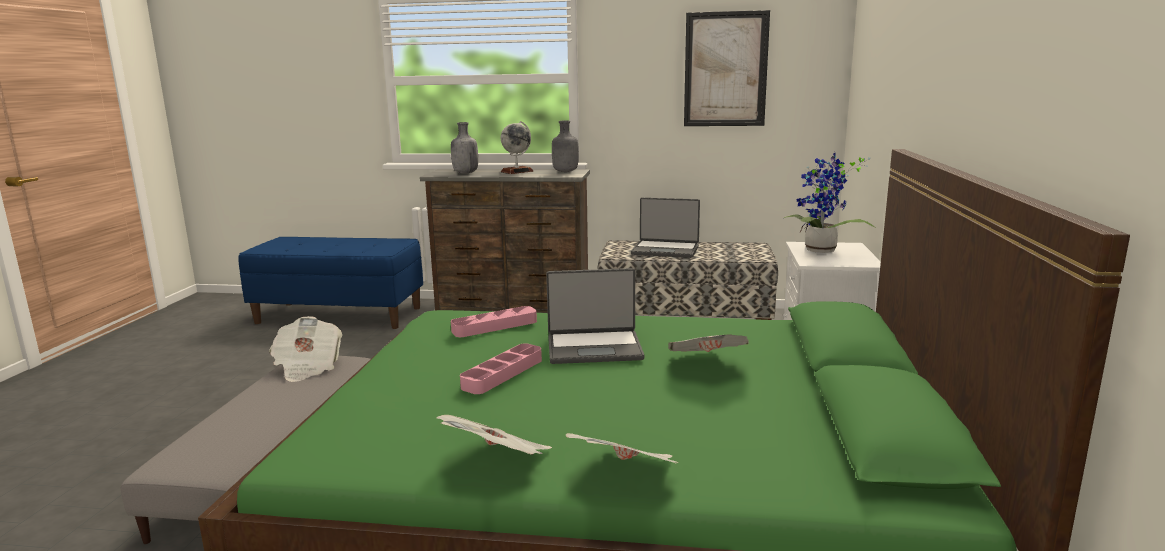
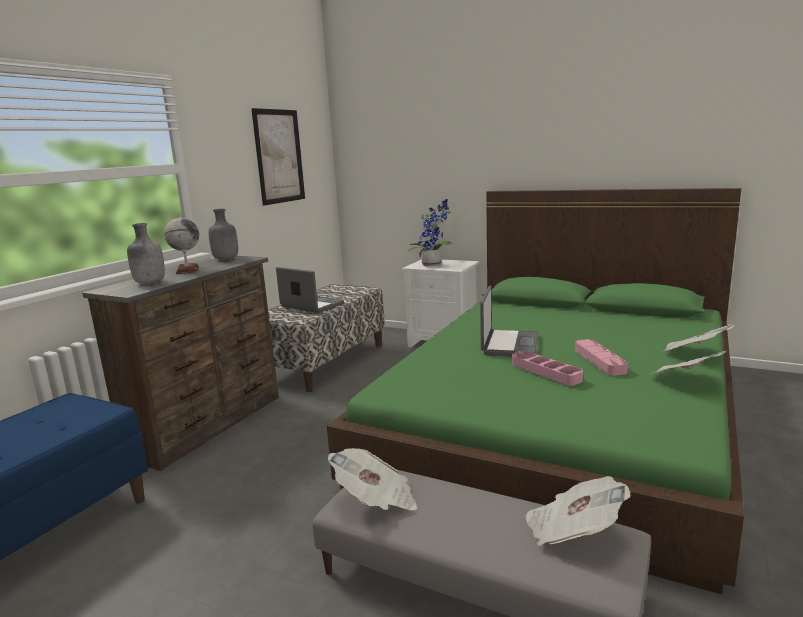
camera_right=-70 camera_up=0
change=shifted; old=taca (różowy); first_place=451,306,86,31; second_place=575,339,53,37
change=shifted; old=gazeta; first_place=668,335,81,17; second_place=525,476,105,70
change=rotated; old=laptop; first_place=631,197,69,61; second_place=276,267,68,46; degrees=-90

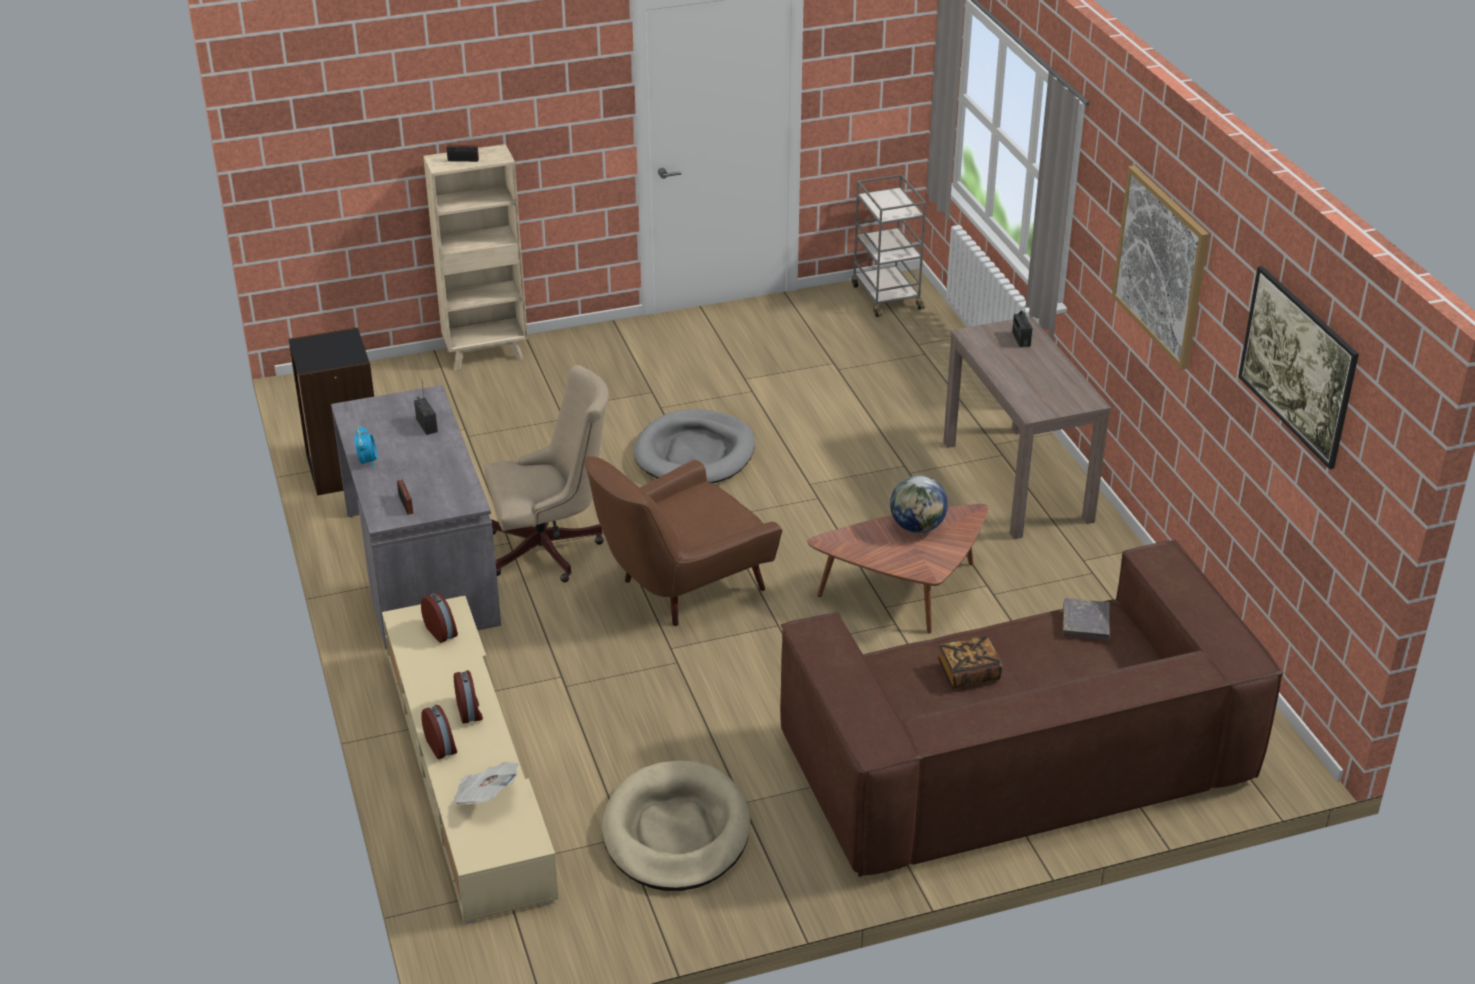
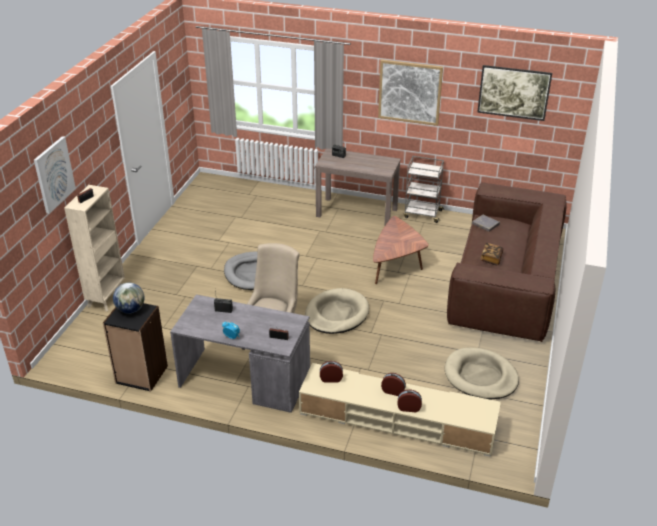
camera_right=-55 camera_up=0
change=gone; old=gazeta; first_place=451,762,68,43
change=new; new=obraz; second_place=34,136,42,78
change=shifted; old=wózek (szary); first_place=851,174,75,143; second_place=404,156,40,67
change=shifted; old=globus; first_place=890,475,58,58; second_place=113,282,31,32
change=swapped; old=fotel (brązowy); new=legowisko (beżowy); first_place=585,456,197,170; second_place=305,288,64,46

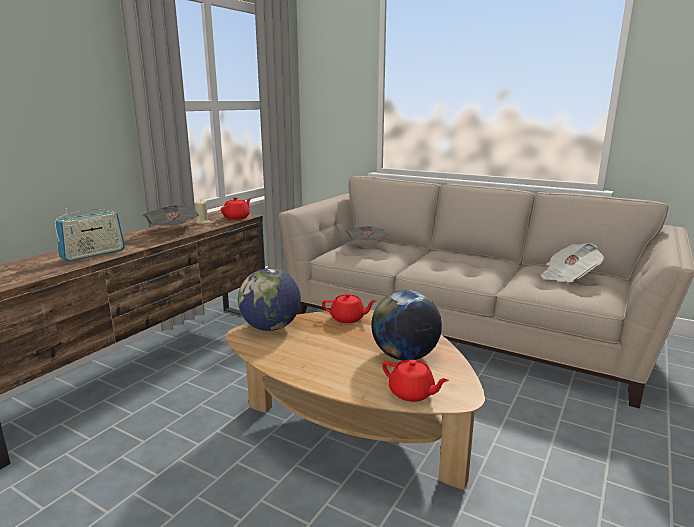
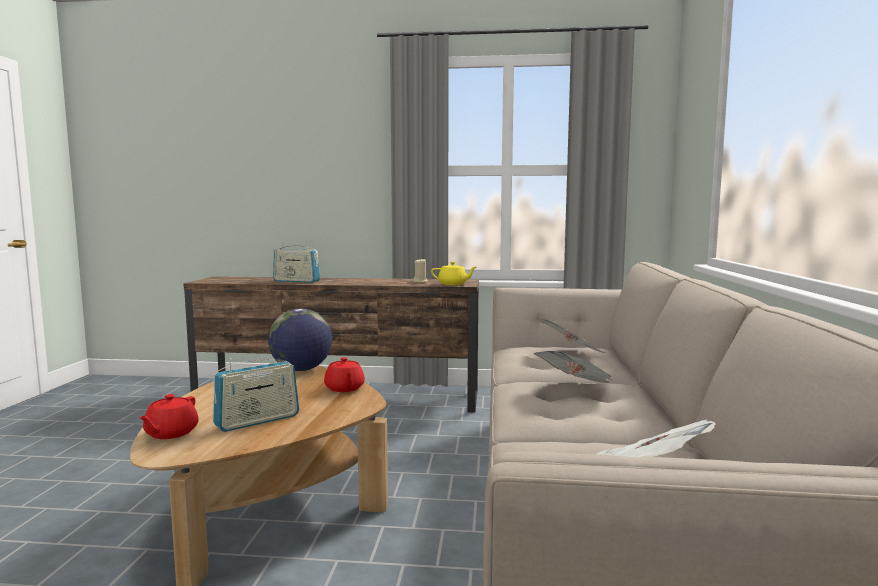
camera_right=65 camera_up=-10
change=shifted; old=gazeta; first_place=143,205,56,21; second_place=533,351,79,32
change=swapped; old=globus; new=radio; first_place=371,290,71,71; second_place=213,358,86,74
change=repainted; old=imbryk (czerwony); new=imbryk (żółty); first_place=221,197,30,23; second_place=431,262,46,23

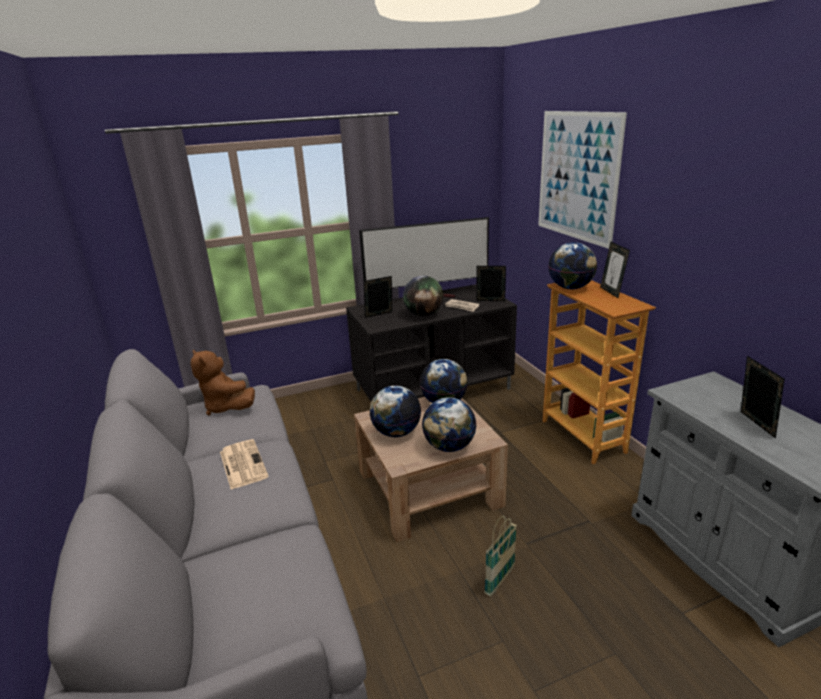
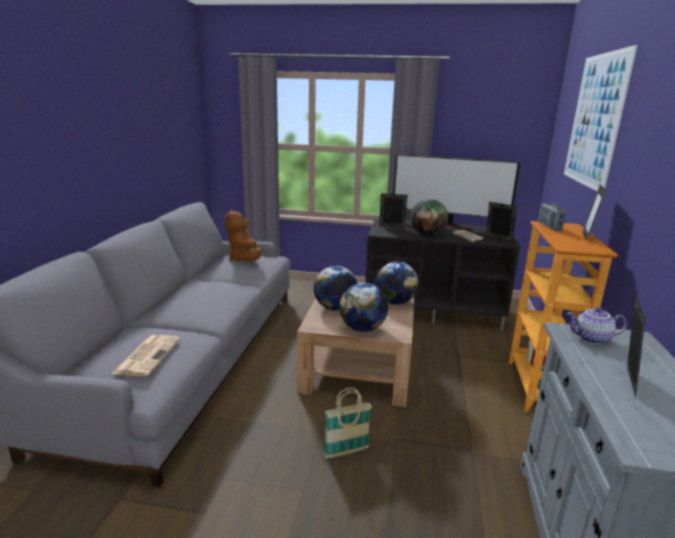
camera_right=30 camera_up=-5
change=new; new=imbryk; second_place=566,307,61,37
change=shifted; old=gazeta; first_place=220,439,49,50; second_place=111,335,69,41
change=swapped; old=globus; new=radio; first_place=549,242,48,47; second_place=538,203,28,28

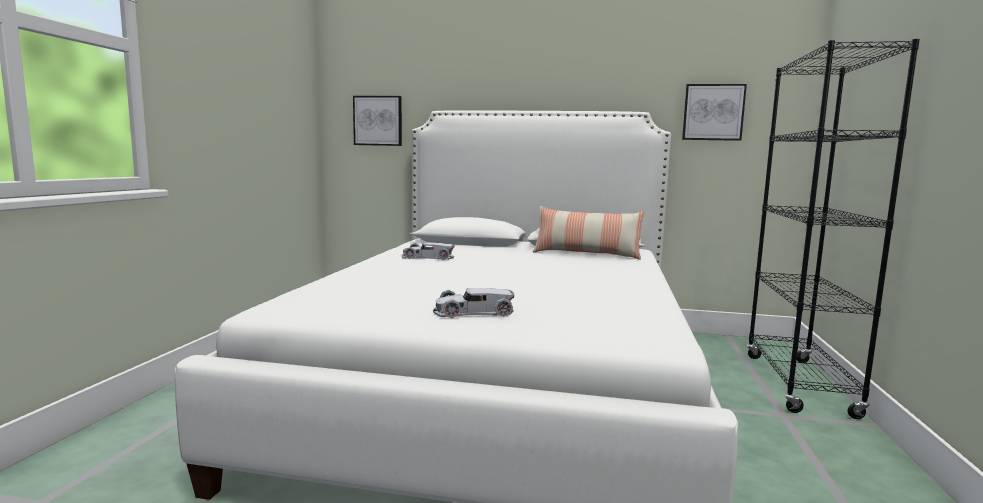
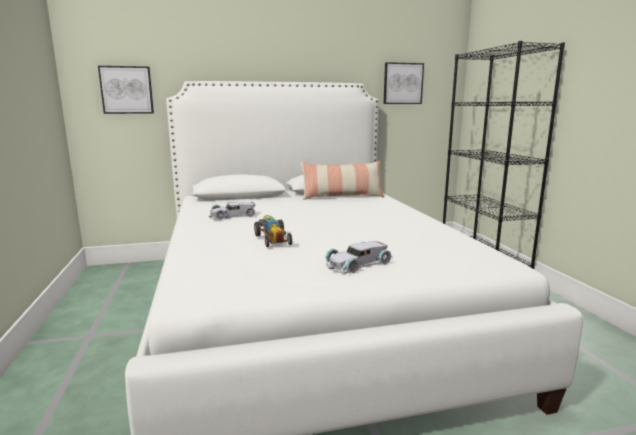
camera_right=-25 camera_up=5
change=new; new=samochodzik; second_place=254,215,38,32

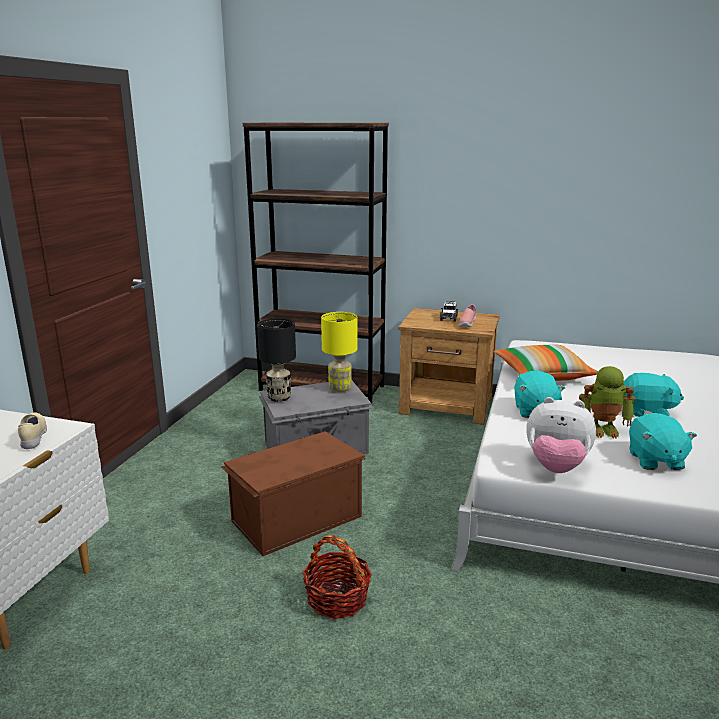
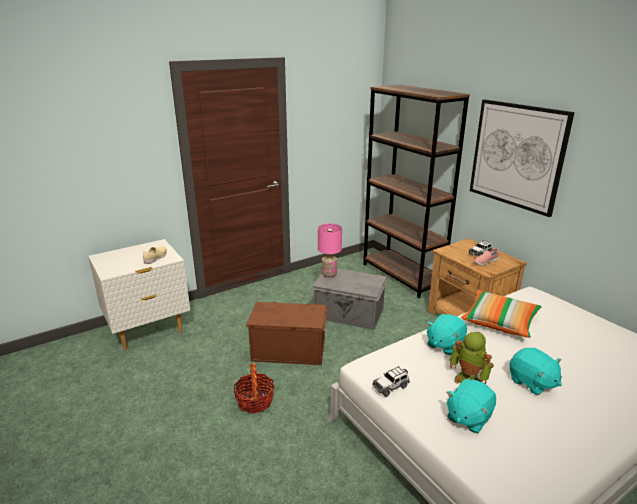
camera_right=40 camera_up=5
change=gone; old=lampa stołowa (żółty); first_place=321,312,37,80
change=new; new=obraz; second_place=470,99,105,118
change=swapped; old=pluszak; new=samochodzik; first_place=526,397,70,76; second_place=372,366,38,31
change=repainted; old=lampa stołowa (czarny); new=lampa stołowa (różowy); first_place=257,318,39,84; second_place=318,223,24,55

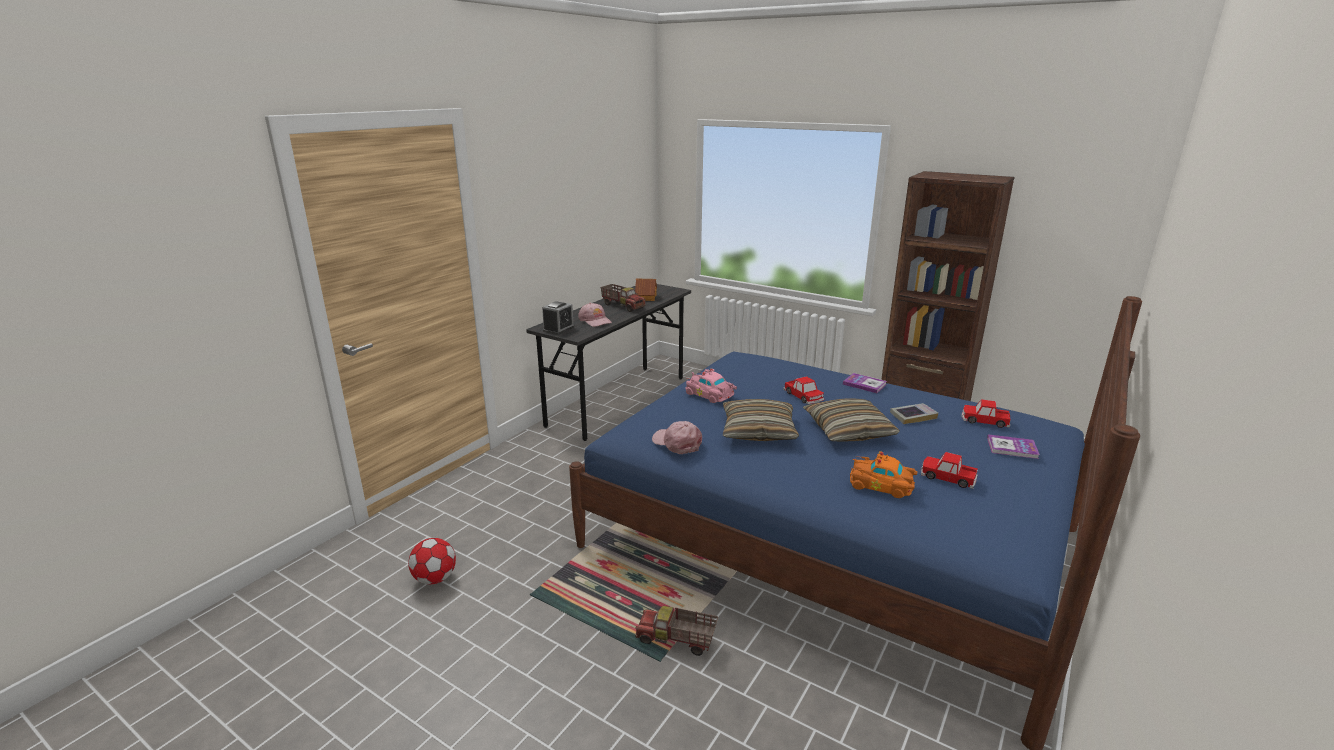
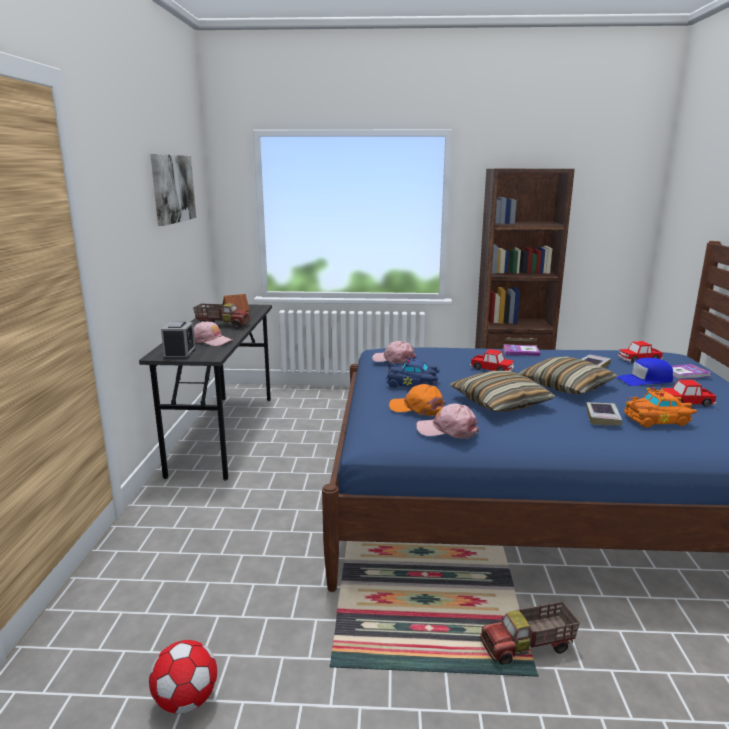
camera_right=-30 camera_up=-5
change=new; new=obraz; second_place=151,154,45,72
change=new; new=czapka z daszkiem (różowy); second_place=372,341,44,24
change=new; new=czapka z daszkiem (pomarańczowy); second_place=389,384,57,32
change=new; new=książka; second_place=586,402,36,23
change=new; new=czapka z daszkiem (niebieski); second_place=616,358,57,28
change=repainted; old=samochodzik (różowy); new=samochodzik (niebieski); first_place=685,369,52,34; second_place=386,356,53,32

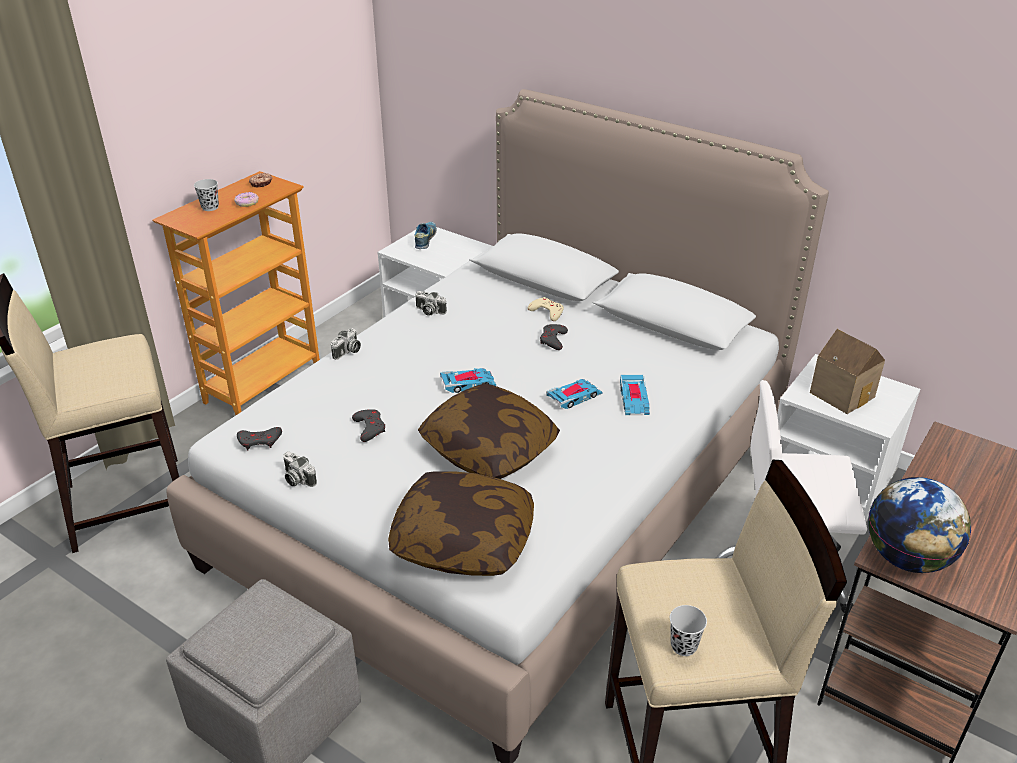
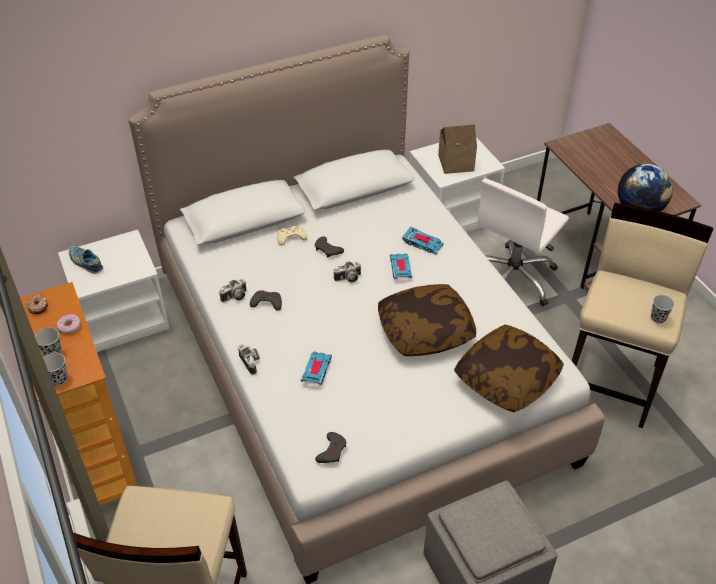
camera_right=-60 camera_up=10
change=new; new=filiżanka (czarny); second_place=43,353,25,33
change=shifted; old=aparat fotograficzny; first_place=283,452,34,35; second_place=333,261,28,21
change=shifted; old=pad do gier (szary); first_place=352,409,33,33; second_place=250,290,32,20
change=shifted; old=samochodzik; first_place=440,368,56,25; second_place=301,351,31,35

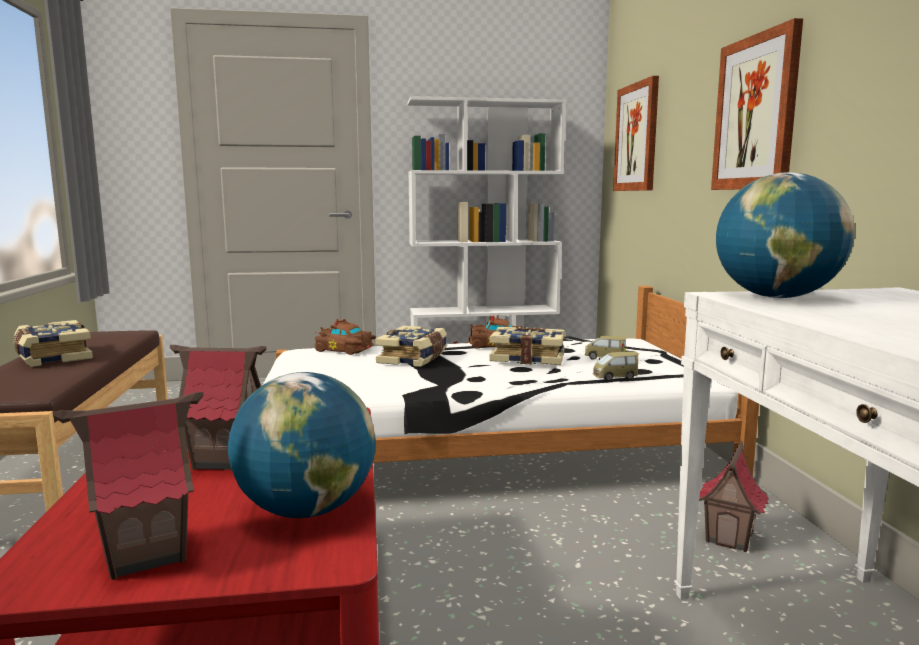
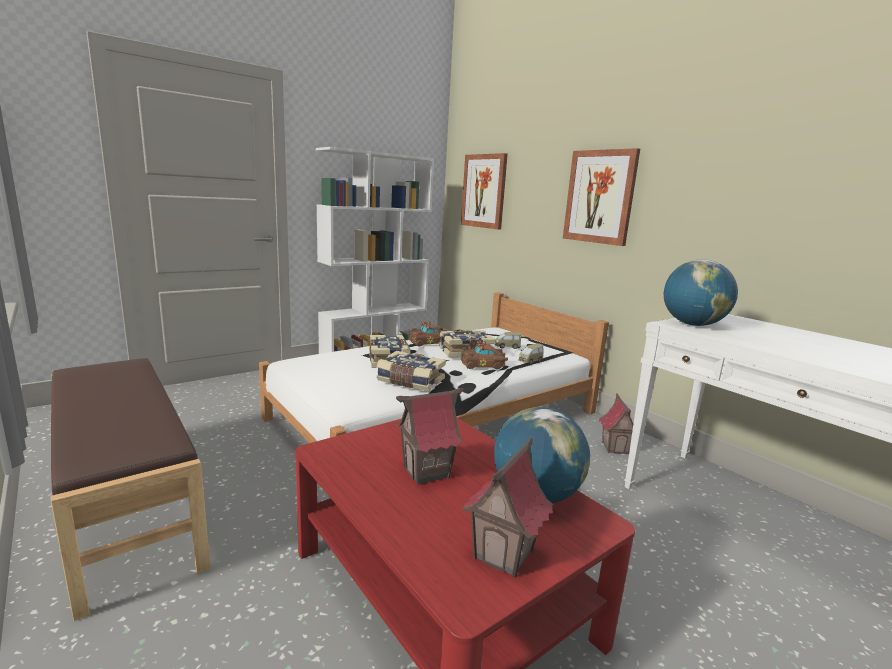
camera_right=-30 camera_up=5
change=shifted; old=książka; first_place=14,320,79,47; second_place=376,351,70,40
change=shifted; old=samochodzik (brązowy); first_place=314,319,62,36; second_place=461,341,47,28

